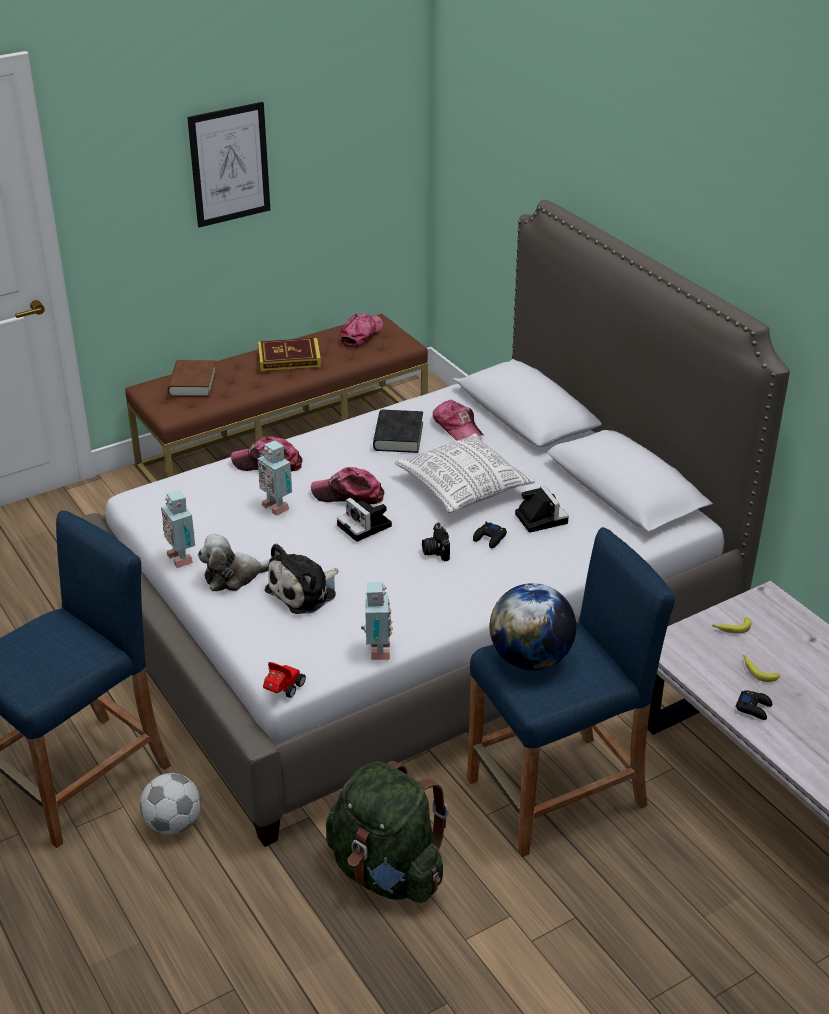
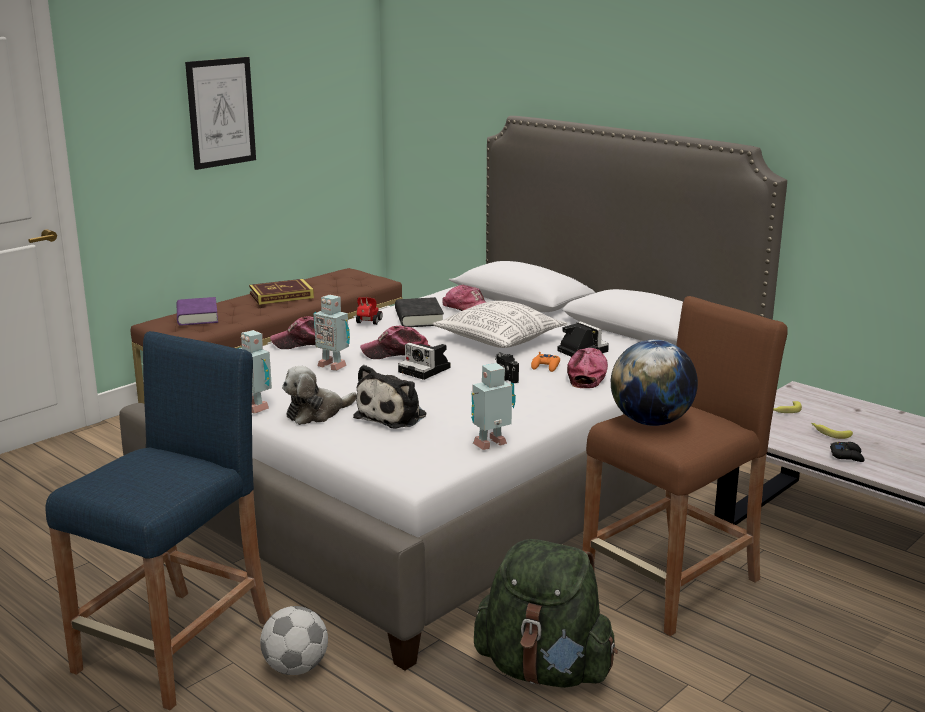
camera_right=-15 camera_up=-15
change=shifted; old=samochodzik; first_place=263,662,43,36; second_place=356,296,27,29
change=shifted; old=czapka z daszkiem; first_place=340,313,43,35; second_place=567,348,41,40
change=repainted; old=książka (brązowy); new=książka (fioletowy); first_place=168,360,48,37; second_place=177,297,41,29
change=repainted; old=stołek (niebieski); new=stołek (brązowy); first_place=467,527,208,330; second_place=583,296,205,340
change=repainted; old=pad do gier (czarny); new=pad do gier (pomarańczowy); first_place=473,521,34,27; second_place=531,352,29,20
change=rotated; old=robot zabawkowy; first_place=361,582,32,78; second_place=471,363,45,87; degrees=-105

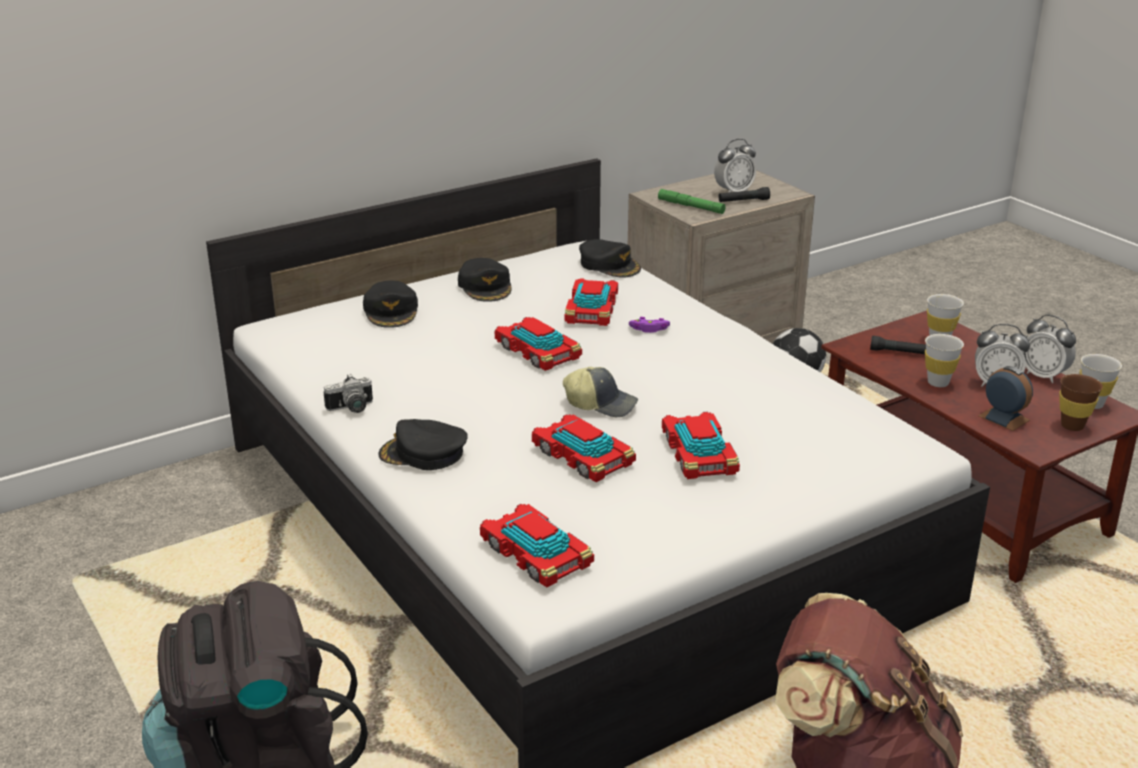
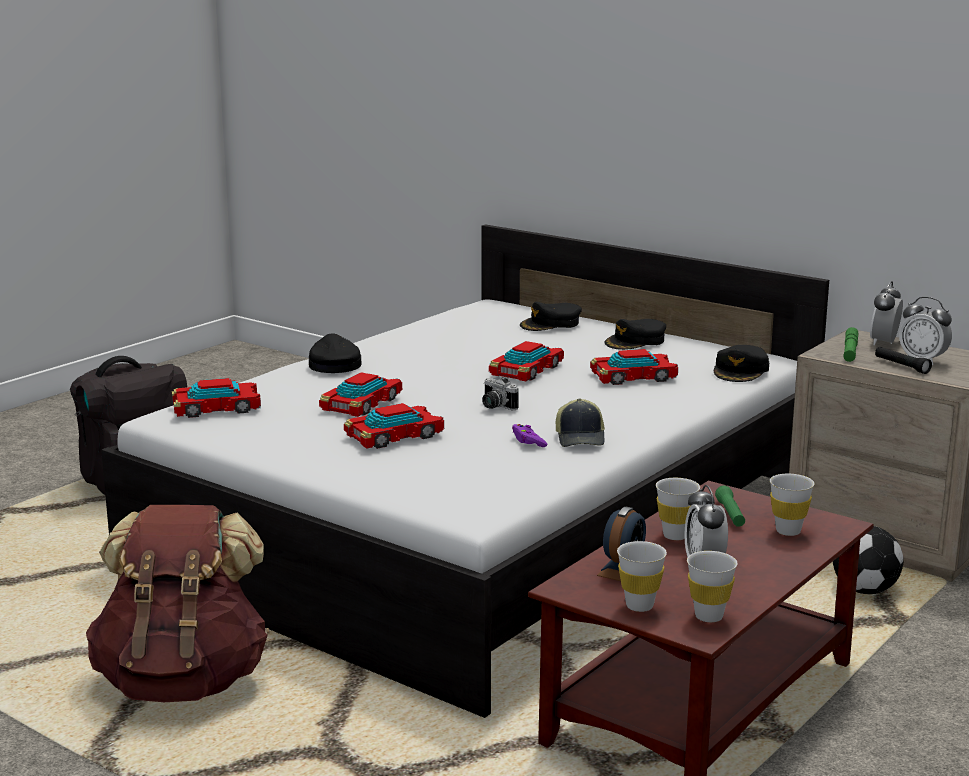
camera_right=70 camera_up=-10
change=shifted; old=aparat fotograficzny; first_place=324,374,49,39; second_place=482,376,37,34
change=shifted; old=czapka z daszkiem; first_place=563,367,75,50; second_place=556,398,49,49
change=shifted; old=pad do gier (fioletowy); first_place=629,317,41,16; second_place=512,424,35,23
change=shifted; old=budzik; first_place=1023,315,53,68; second_place=870,281,33,64
change=repainted; old=latarka (czarny); new=latarka (zielony); first_place=870,336,56,18; second_place=715,486,30,41
change=repainted; old=filiżanka (brązowy); new=filiżanka (biały); first_place=1059,374,44,57; second_place=617,541,50,71
change=rotated; old=samochodzik; first_place=480,504,114,83; second_place=172,378,89,40; degrees=45

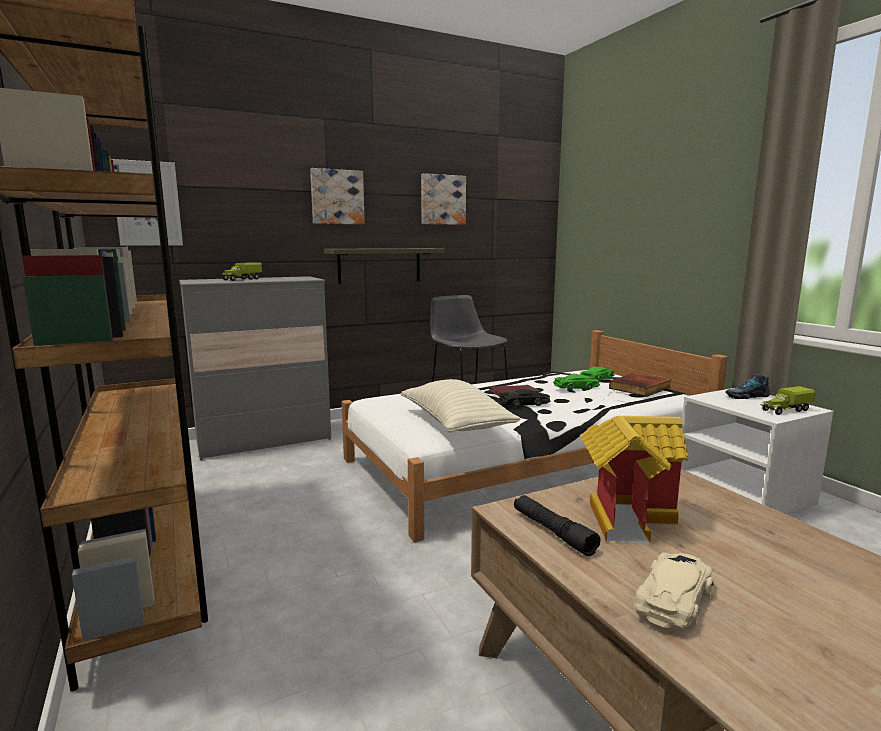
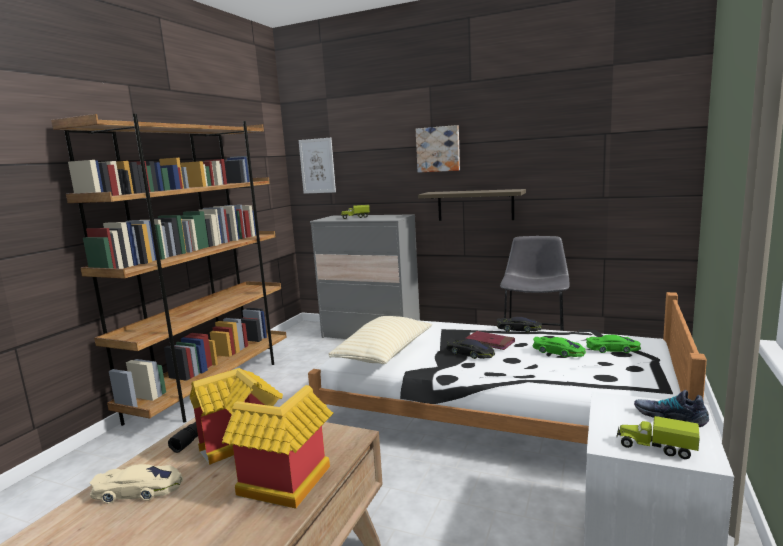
camera_right=50 camera_up=0
change=gone; old=obraz; first_place=421,173,45,52
change=gone; old=książka; first_place=609,373,63,24
change=new; new=domek; second_place=221,385,112,124
change=new; new=samochodzik (czarny); second_place=496,317,46,15

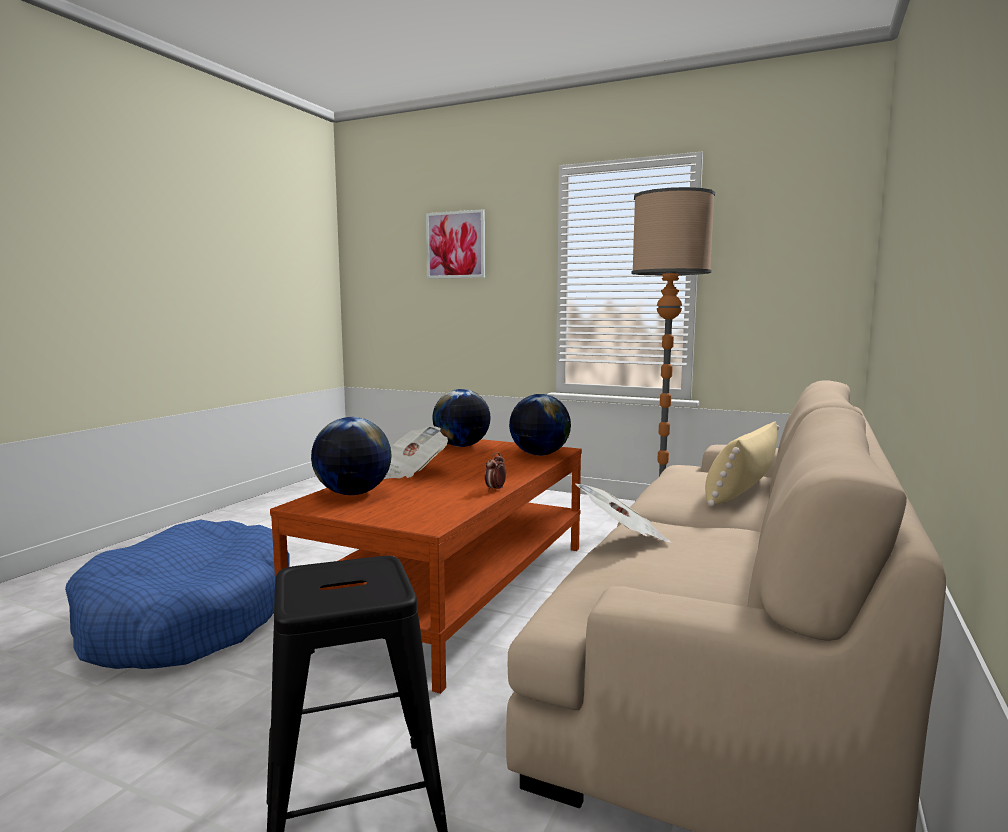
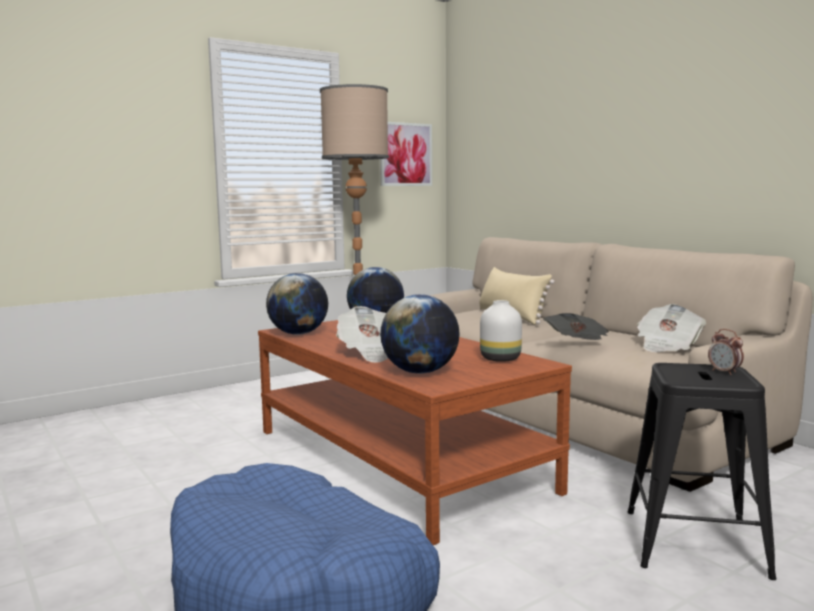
camera_right=-60 camera_up=0
change=new; new=wazon (biały); second_place=480,300,42,62
change=new; new=gazeta; second_place=636,304,70,48
change=shifted; old=obraz; first_place=426,209,59,70; second_place=380,122,52,64
change=shifted; old=budzik; first_place=485,452,21,39; second_place=708,329,36,46

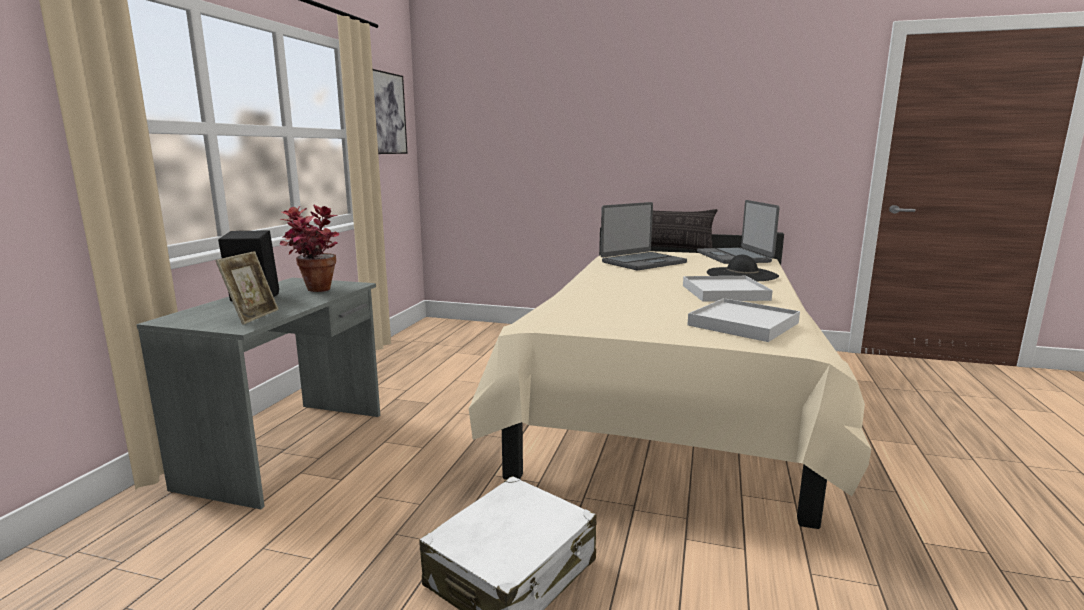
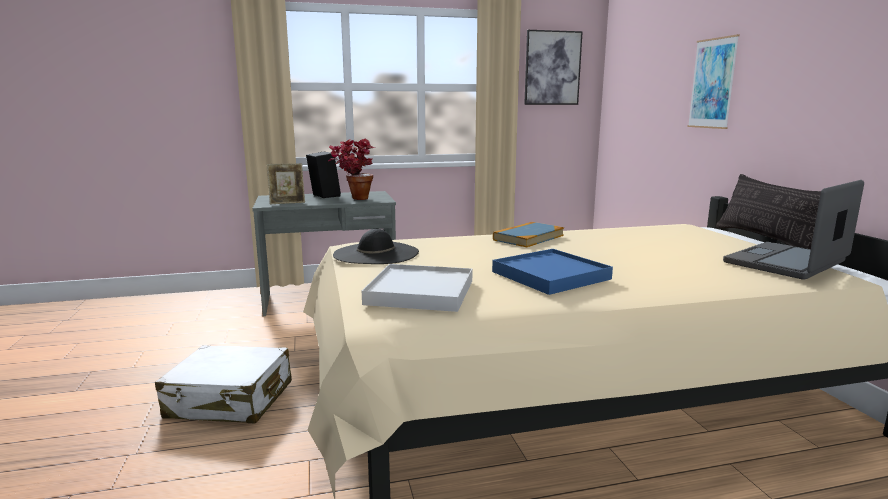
camera_right=60 camera_up=0
change=gone; old=laptop; first_place=600,202,87,68
change=new; new=książka; second_place=493,222,71,25
change=new; new=obraz; second_place=687,34,53,95
change=shifted; old=kapelusz (czarny); first_place=707,255,72,27; second_place=333,229,86,35
change=repainted; old=taca (biały); new=taca (niebieski); first_place=683,276,90,26; second_place=492,249,121,46

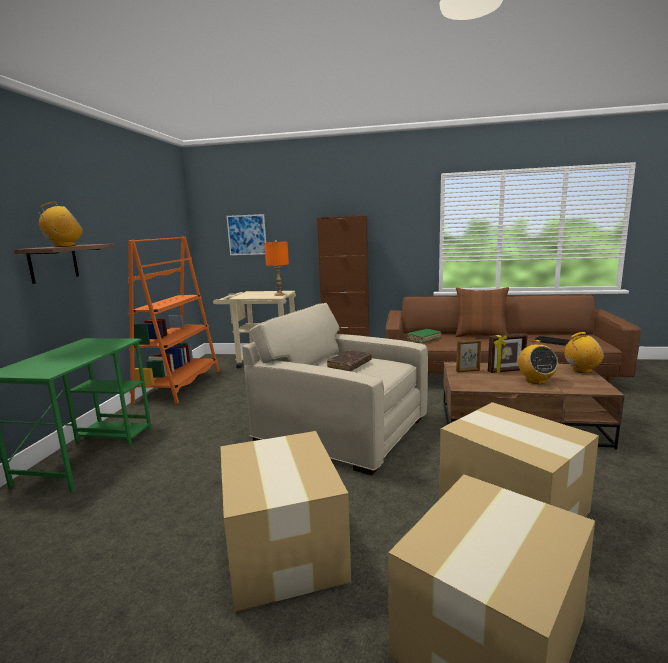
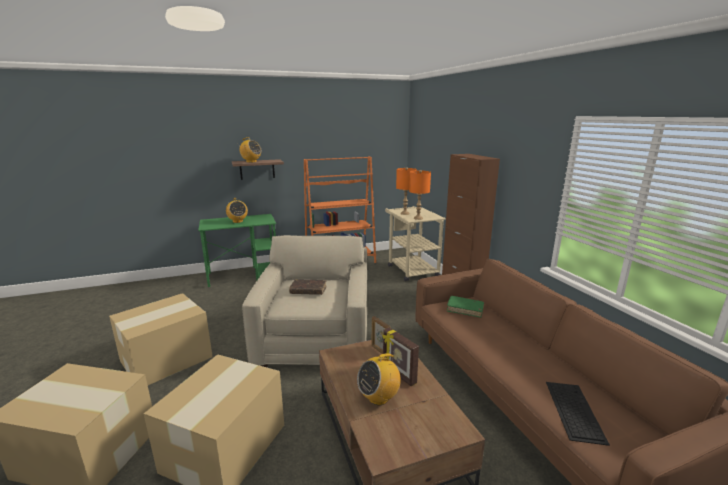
camera_right=60 camera_up=5
change=gone; old=obraz; first_place=227,214,39,41
change=gone; old=poduszka (brązowy); first_place=455,287,54,50
change=new; new=lampa stołowa (pomarańczowy); second_place=396,167,21,48
change=shifted; old=radio; first_place=565,332,39,41; second_place=226,198,22,25

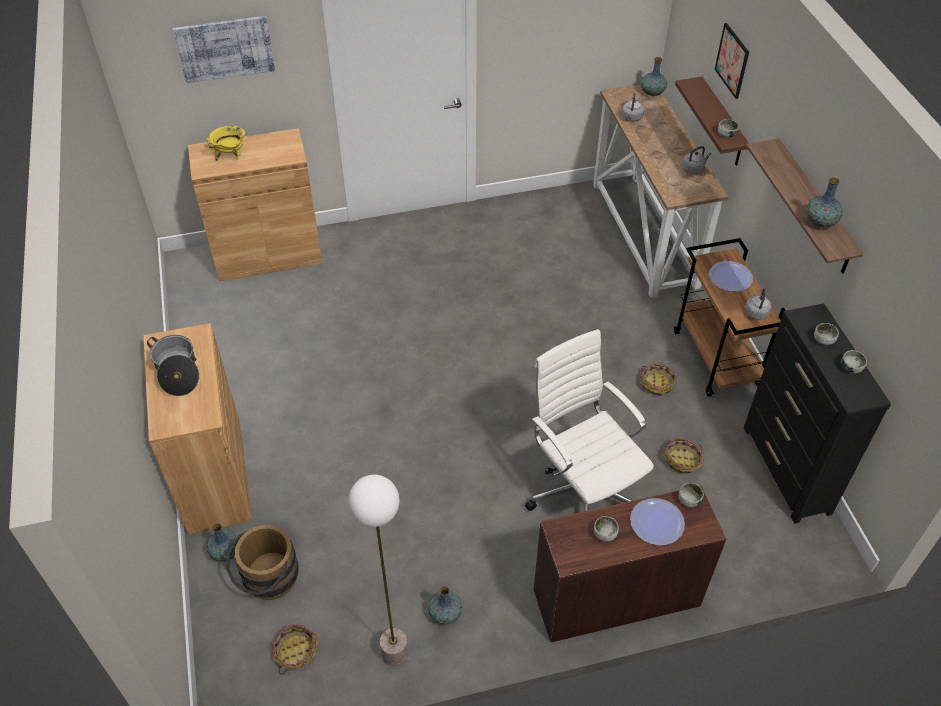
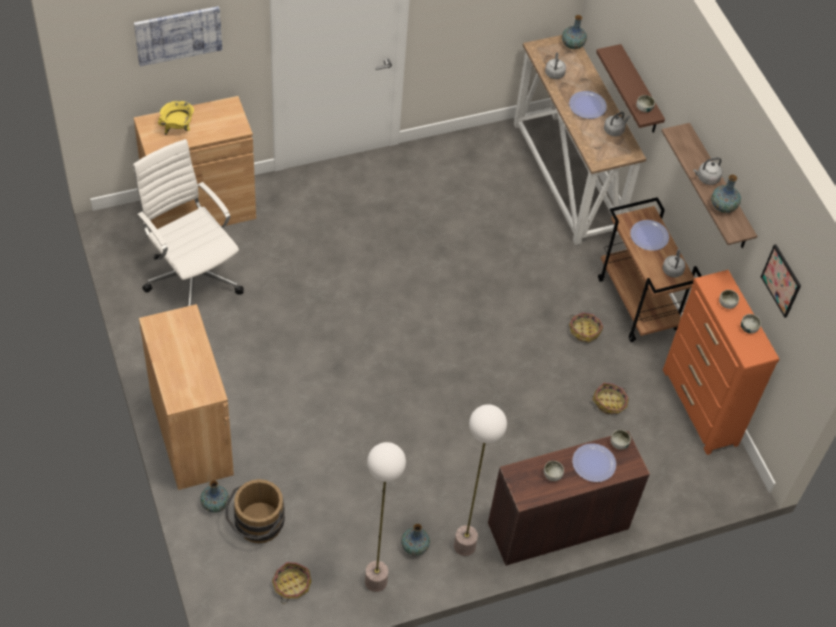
camera_right=-10 camera_up=5
change=gone; old=garnek; first_place=147,335,52,61
change=new; new=lampa stojąca; second_place=454,404,53,152
change=new; new=talerz; second_place=569,91,38,28
change=new; new=czajnik (szary); second_place=693,157,29,28
change=shifted; old=krzesło biurowe (biały); first_place=525,329,129,182; second_place=133,139,111,167
change=shifted; old=obraz; first_place=715,23,34,76; second_place=761,244,40,74
change=repainted; old=komoda (czarny); new=komoda (pomarańczowy); first_place=744,303,147,221; second_place=663,270,116,185

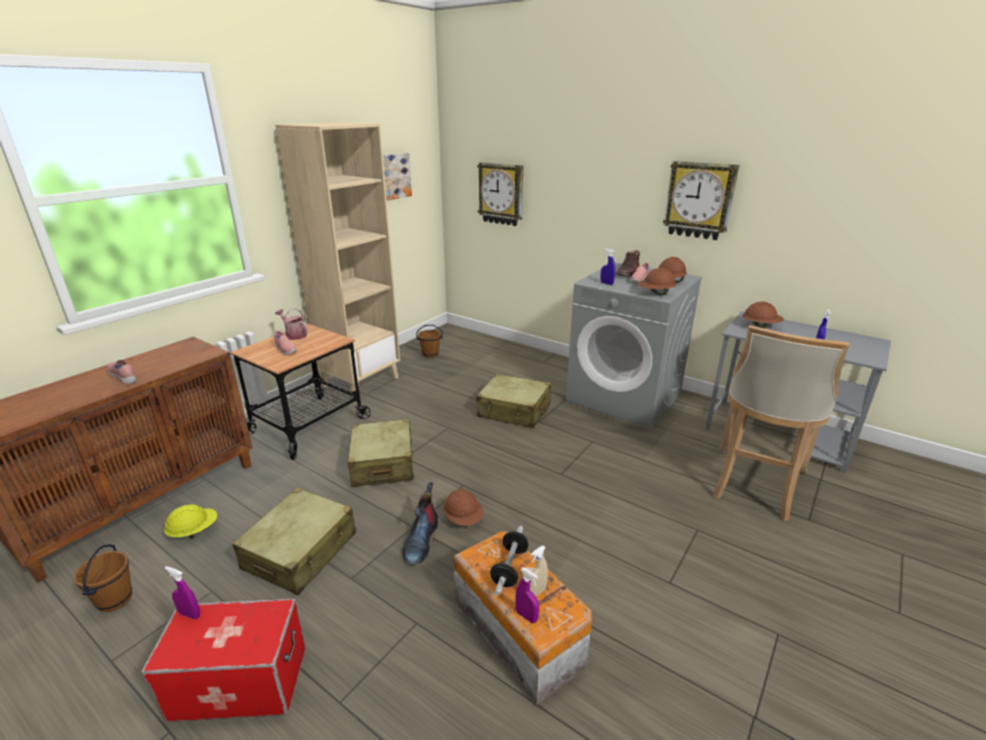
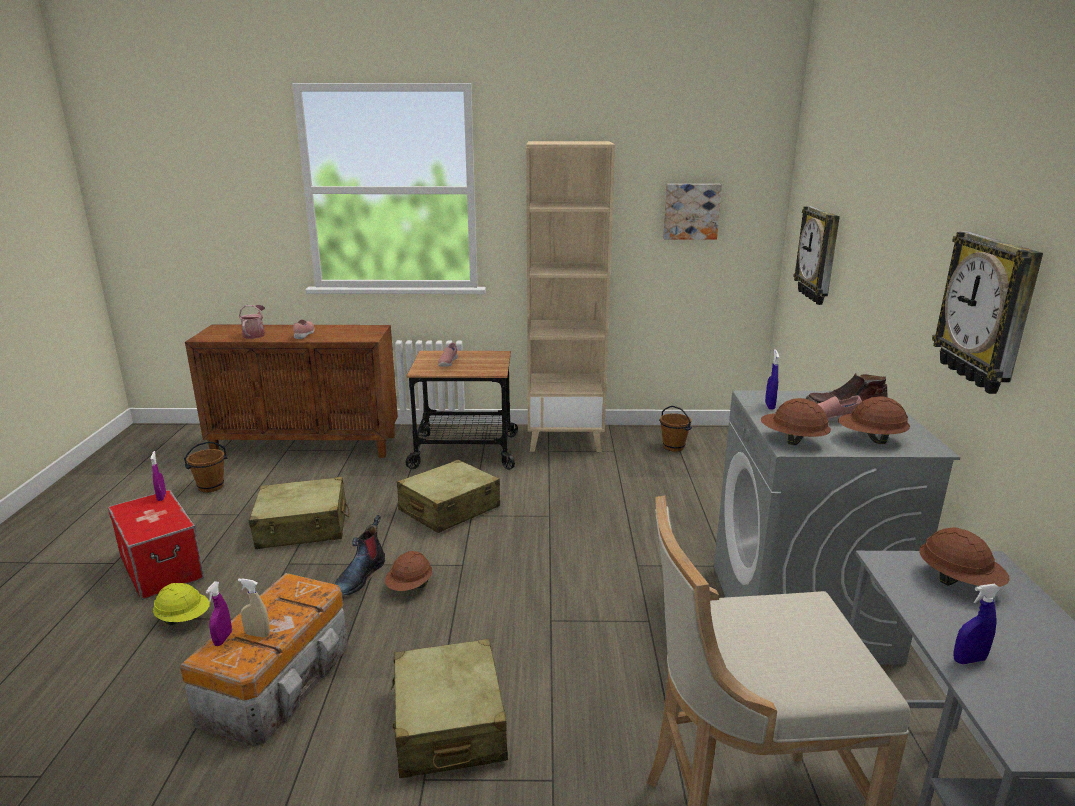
camera_right=55 camera_up=-5
change=gone; old=hantel; first_place=490,526,38,70
change=shifted; old=kask (żółty); first_place=164,505,53,34; second_place=153,583,57,42
change=shifted; old=konewka; first_place=275,308,32,32; second_place=239,305,26,34
change=shifted; old=walizka (beżowy); first_place=476,374,75,54; second_place=391,639,117,139
change=rotated; old=but z cholewką; first_place=402,482,36,83; second_place=335,515,50,80; degrees=-45

